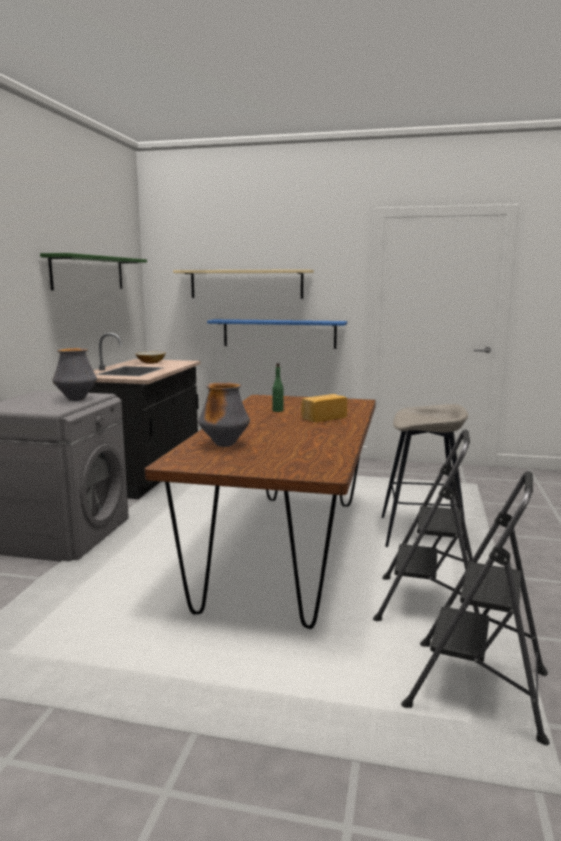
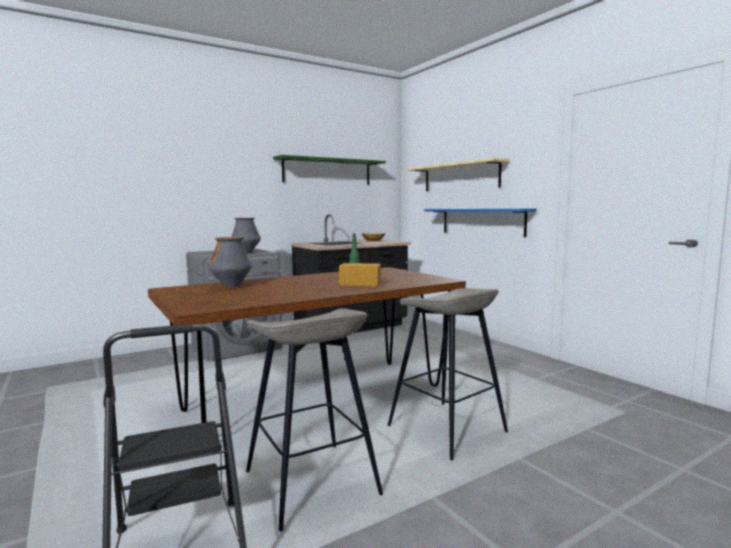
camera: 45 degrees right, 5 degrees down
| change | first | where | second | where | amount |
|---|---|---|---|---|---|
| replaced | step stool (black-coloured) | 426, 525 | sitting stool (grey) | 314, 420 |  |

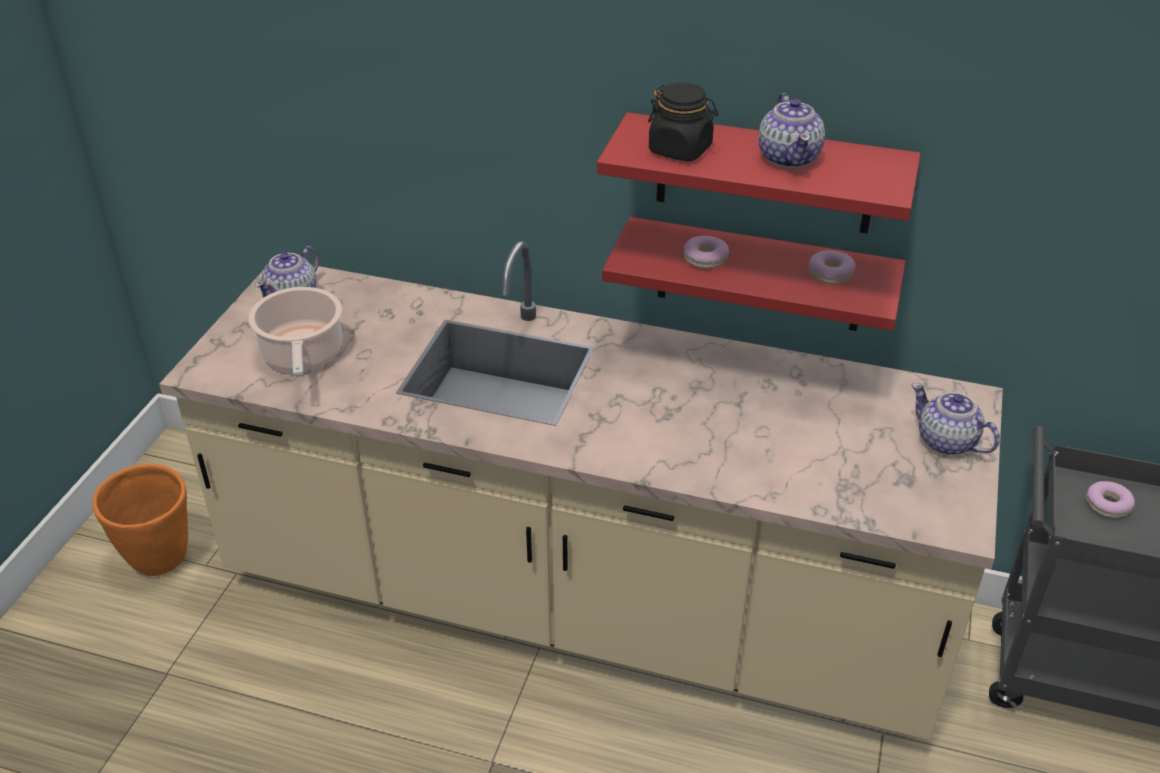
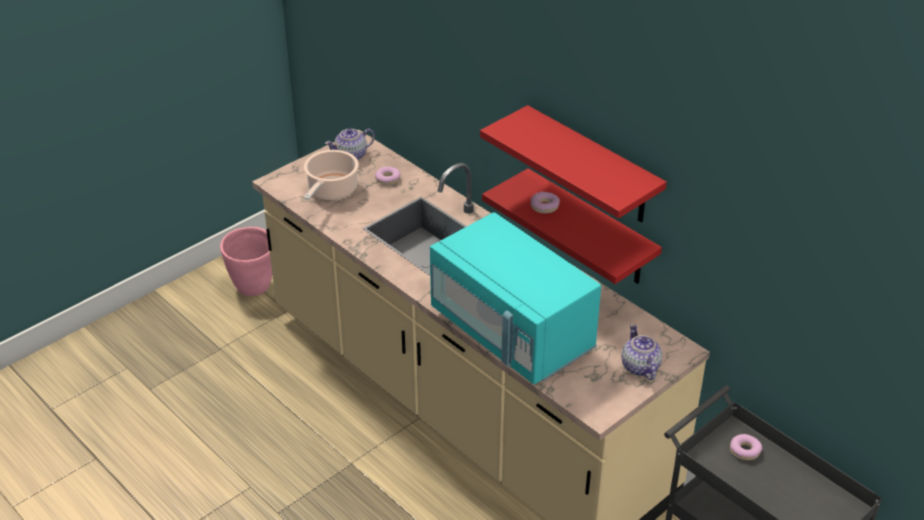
camera: 30 degrees right, 0 degrees up
| change | first | where | second | where | amount |
|---|---|---|---|---|---|
| removed | storage jar (black-coloured) | 683, 122 |  |  |  |
| removed | tea pot | 792, 130 |  |  |  |
| added |  |  | microwave oven (turquoise) | 515, 298 |  |
| moved | doughnut | 832, 267 |  | 388, 176 |  |
| recoloured | flower pot (orange-coloured) | 140, 520 | flower pot (pinkish) | 246, 261 |  |

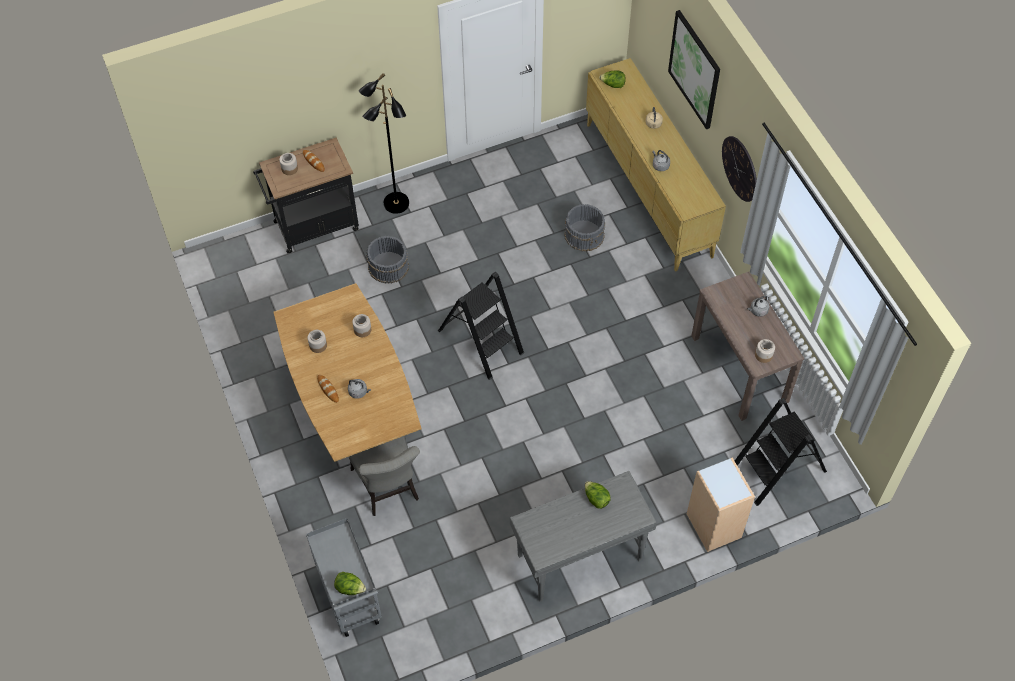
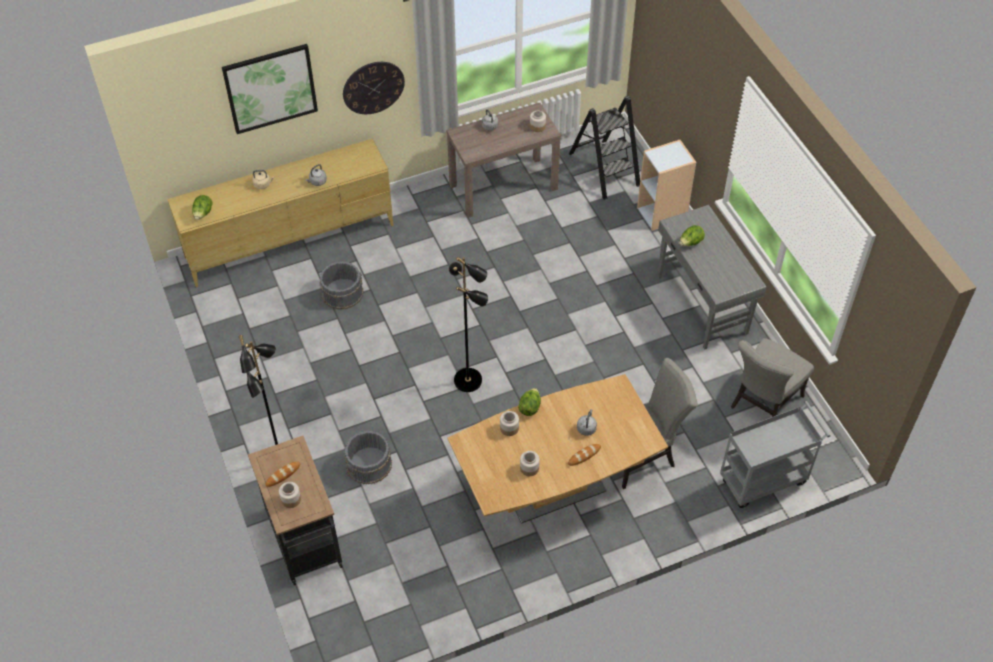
camera: 90 degrees left, 5 degrees down
| change | first | where | second | where | amount |
|---|---|---|---|---|---|
| added |  |  | plain chair (grey) | 772, 377 |  |
| moved | lettuce | 350, 583 |  | 529, 402 |  |
| replaced | step stool (black-coloured) | 481, 326 | floor lamp (black-coloured) | 468, 324 |  |

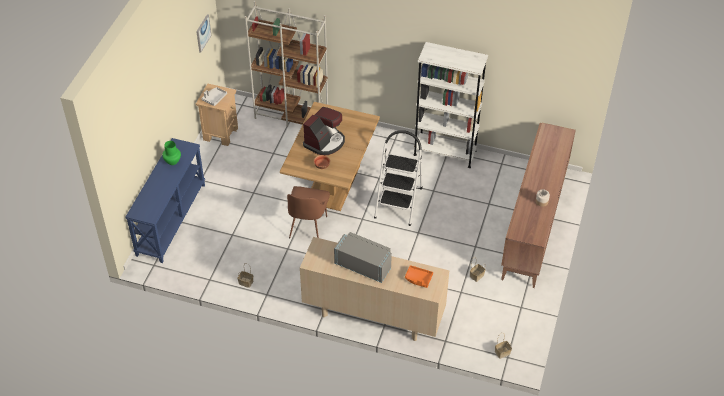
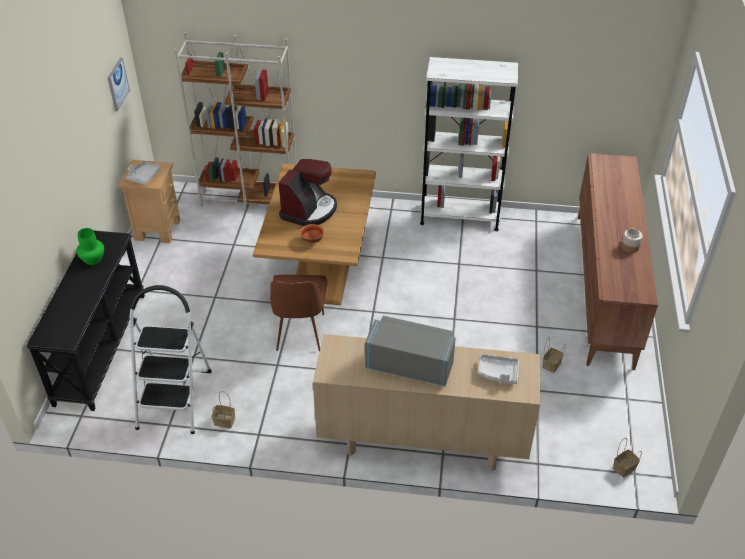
camera: 10 degrees left, 5 degrees down
| change | first | where | second | where | amount |
|---|---|---|---|---|---|
| moved | step stool | 398, 178 |  | 171, 359 |  |
| recoloured | hall table (blue-coloured) | 165, 200 | hall table (black-coloured) | 85, 320 |  |
| recoloured | carrying tray (orange-coloured) | 419, 276 | carrying tray (grey) | 498, 369 |  |

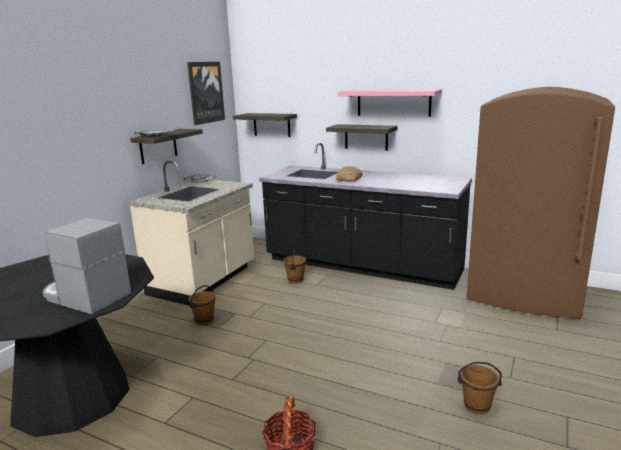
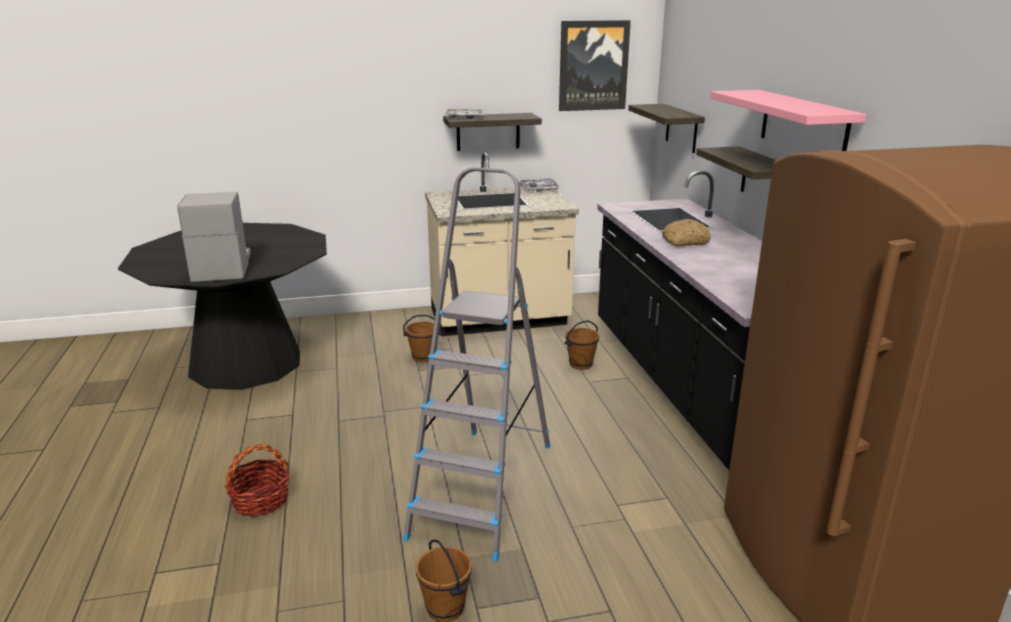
camera: 50 degrees right, 5 degrees up
| change | first | where | second | where | amount |
|---|---|---|---|---|---|
| added |  |  | step stool (grey) | 476, 364 |  |

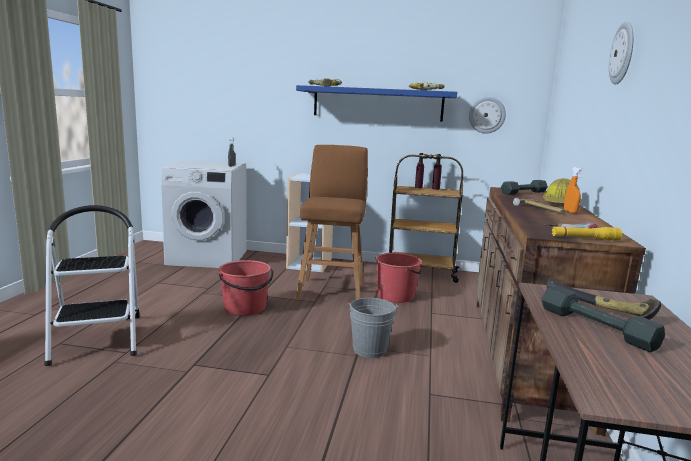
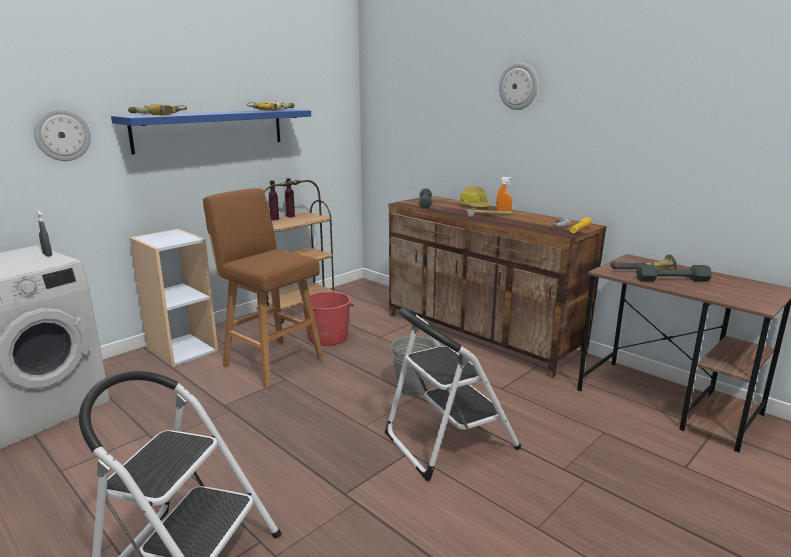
camera: 55 degrees left, 5 degrees up
| change | first | where | second | where | amount |
|---|---|---|---|---|---|
| removed | bucket (reddish) | 245, 288 |  |  |  |
| added |  |  | step stool | 453, 394 |  |
| moved | hanging clock | 487, 115 |  | 62, 134 |  |

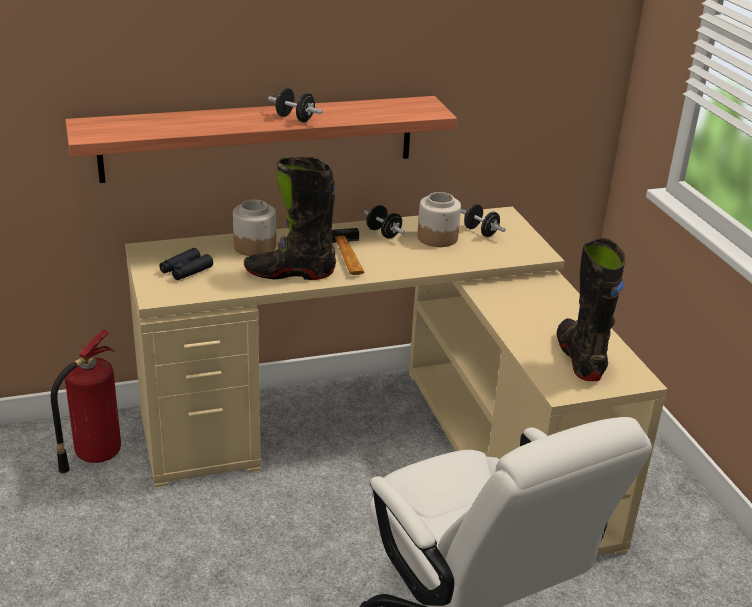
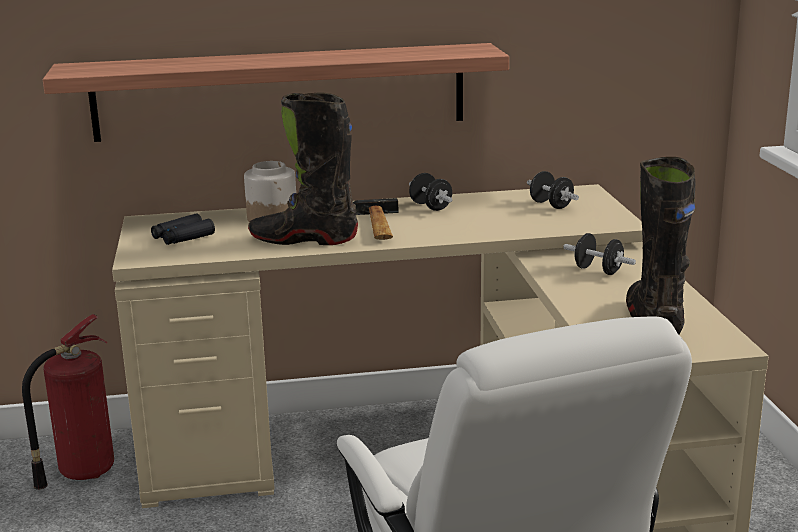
camera: 10 degrees right, 10 degrees down
| change | first | where | second | where | amount |
|---|---|---|---|---|---|
| removed | storage jar | 439, 219 |  |  |  |
| moved | hand weight (black-coloured) | 295, 105 |  | 599, 254 |  |

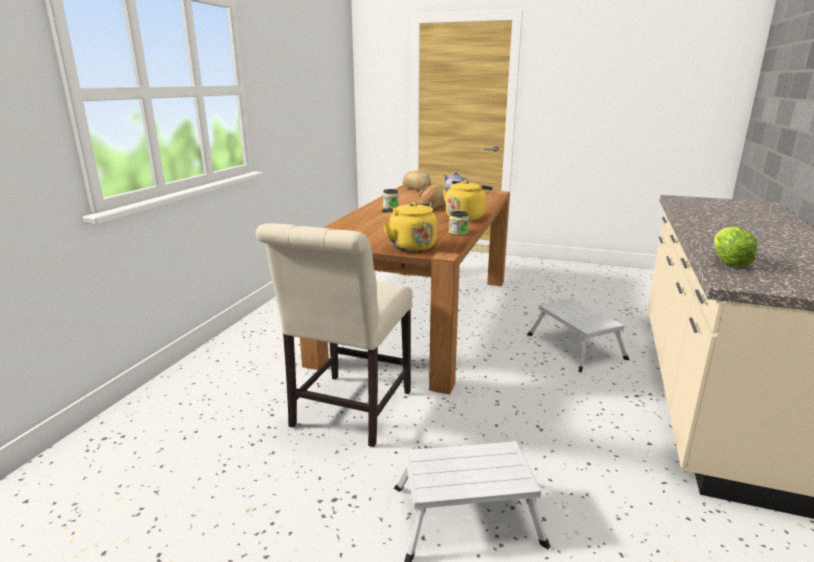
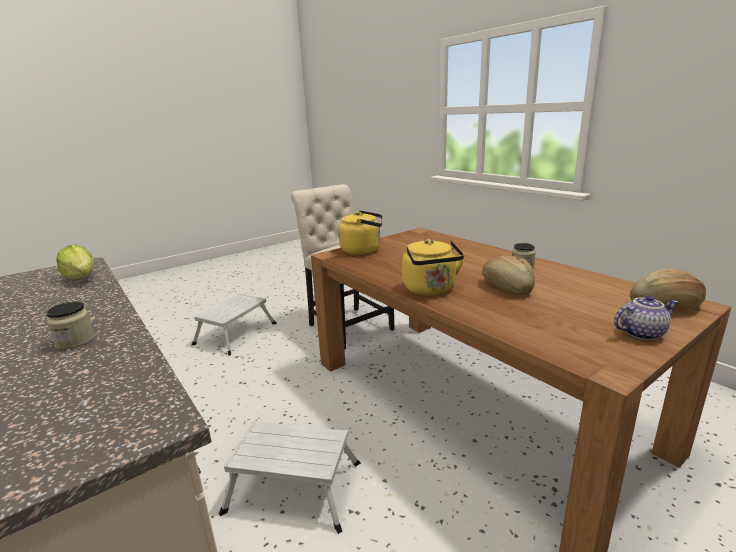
camera: 125 degrees right, 0 degrees up
| change | first | where | second | where | amount |
|---|---|---|---|---|---|
| moved | storage jar | 459, 223 |  | 70, 325 |  |

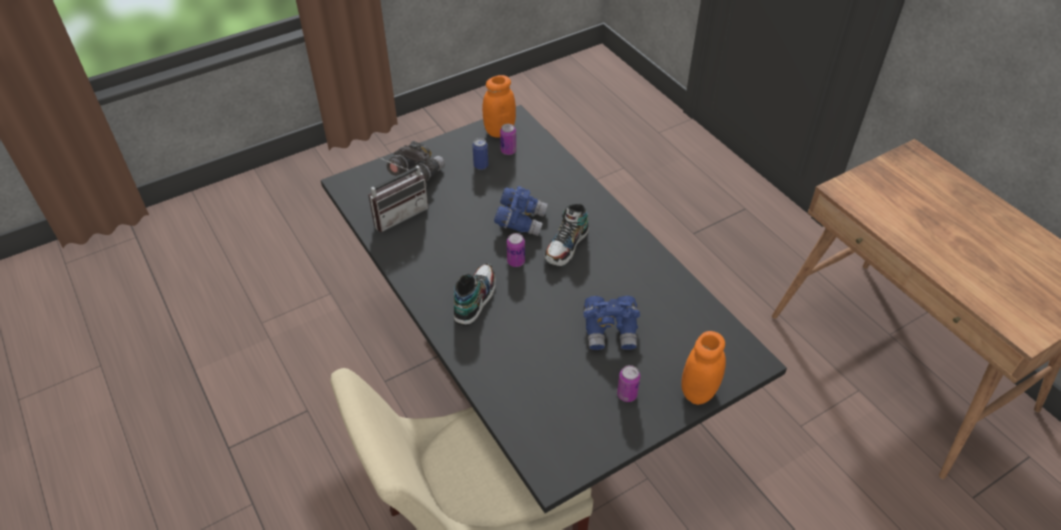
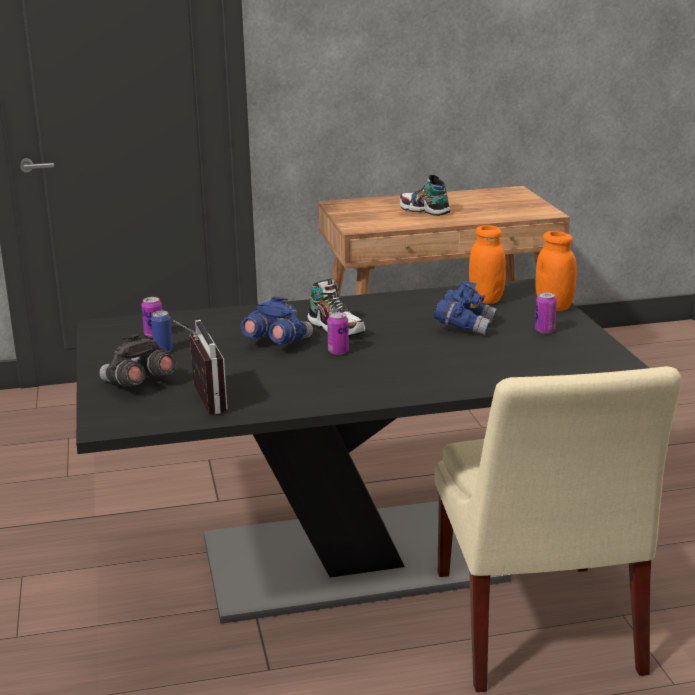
camera: 70 degrees left, 25 degrees down
| change | first | where | second | where | amount |
|---|---|---|---|---|---|
| moved | shoe | 475, 294 |  | 425, 195 |  |
| moved | storage jar (orange-coloured) | 499, 106 |  | 487, 264 |  |

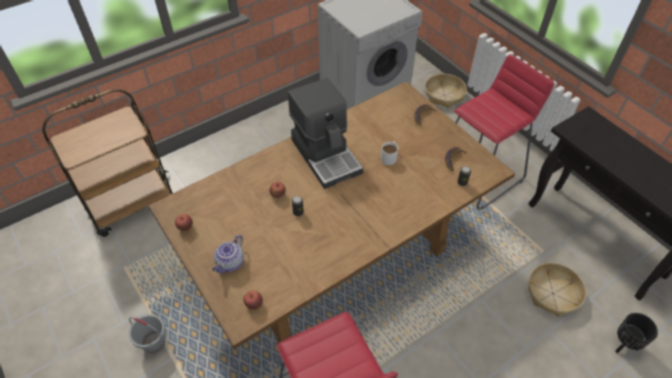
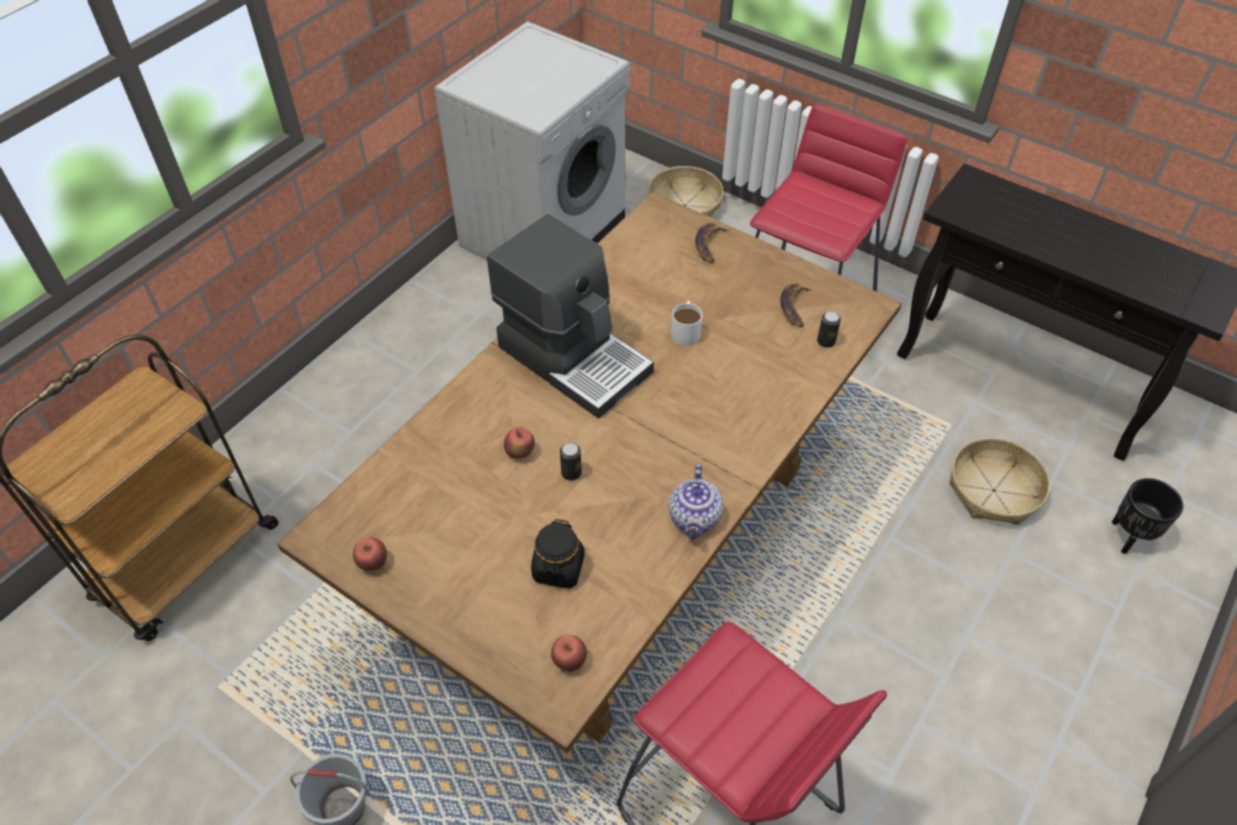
camera: 20 degrees left, 0 degrees up
| change | first | where | second | where | amount |
|---|---|---|---|---|---|
| added |  |  | storage jar (black-coloured) | 558, 554 |  |
| moved | tea pot | 228, 254 |  | 696, 501 |  |

